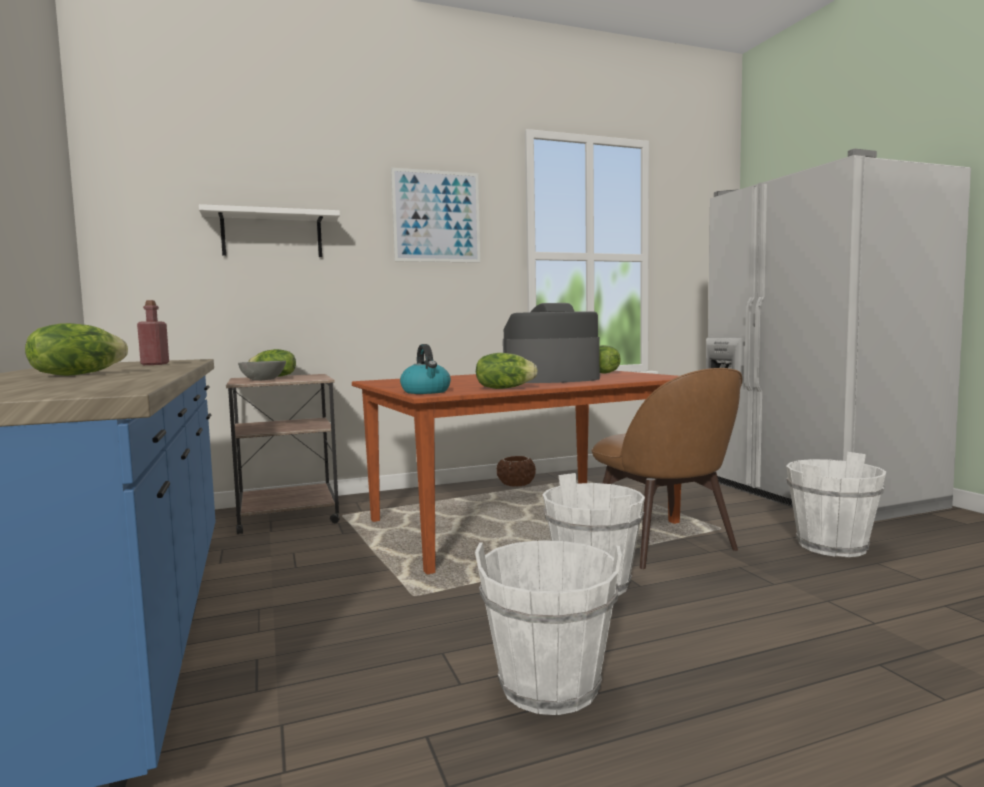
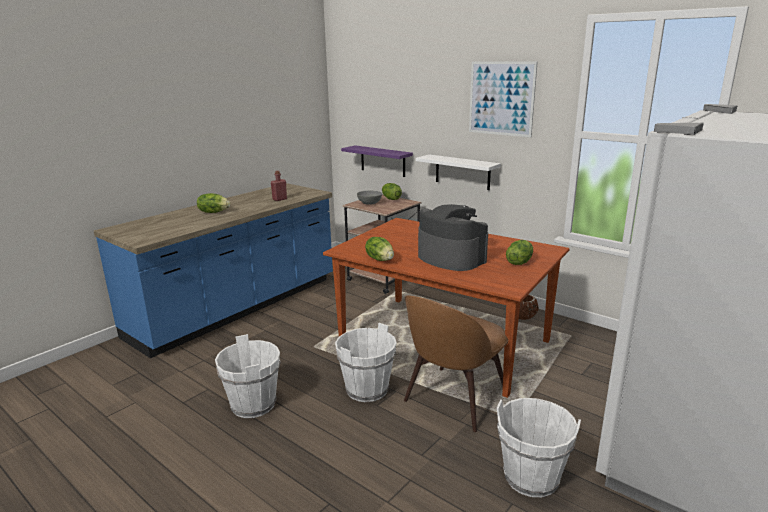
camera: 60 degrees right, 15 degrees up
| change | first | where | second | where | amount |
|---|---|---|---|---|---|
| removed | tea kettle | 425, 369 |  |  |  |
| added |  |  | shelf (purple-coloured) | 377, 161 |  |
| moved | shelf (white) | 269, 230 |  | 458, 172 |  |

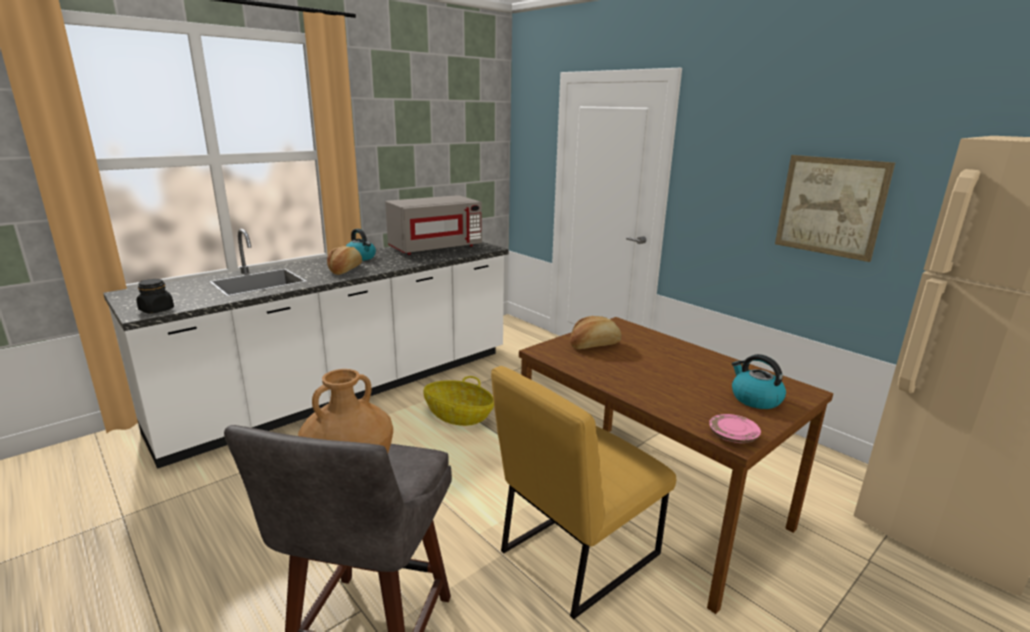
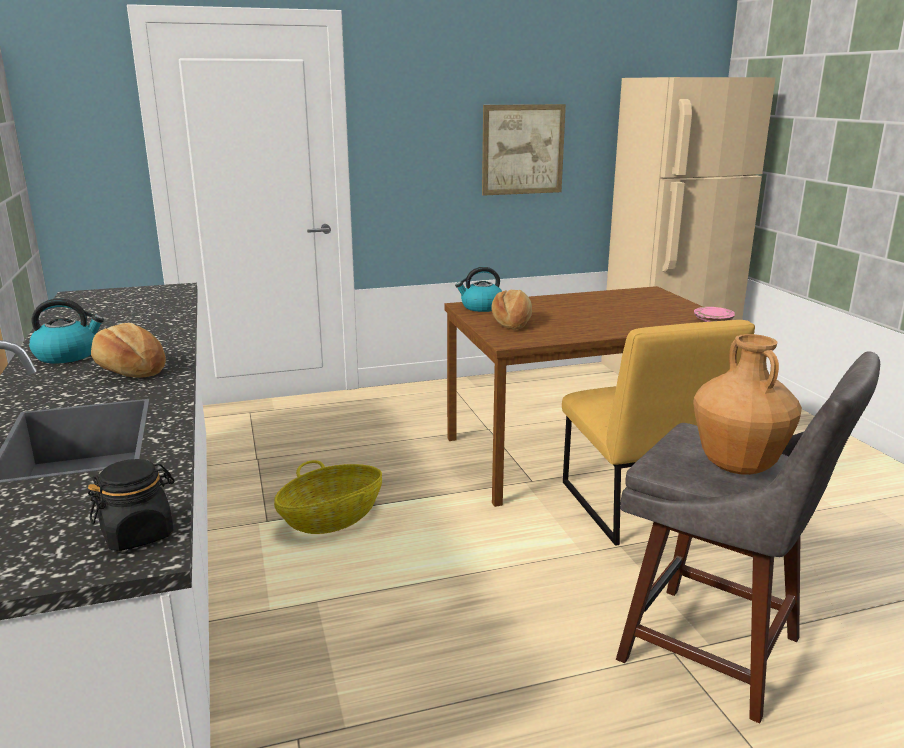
camera: 65 degrees left, 0 degrees up
| change | first | where | second | where | amount |
|---|---|---|---|---|---|
| removed | microwave oven (grey) | 433, 225 |  |  |  |
| moved | tea kettle | 759, 381 |  | 478, 289 |  |

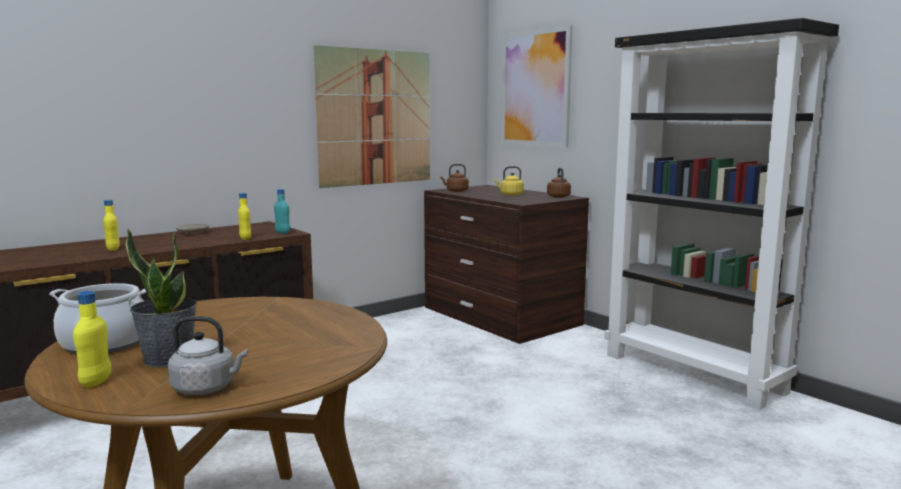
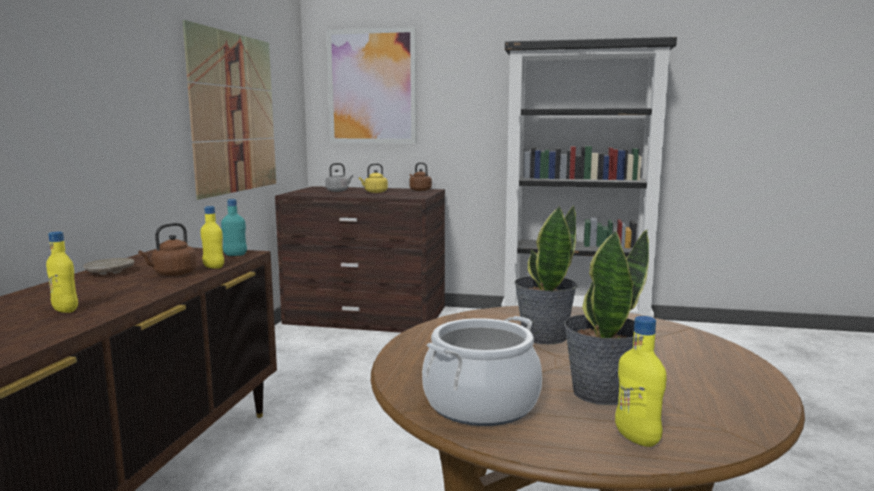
camera: 40 degrees left, 0 degrees up
| change | first | where | second | where | amount |
|---|---|---|---|---|---|
| added |  |  | houseplant | 546, 275 |  |
| moved | tea kettle (grey) | 208, 355 |  | 339, 177 |  |
| moved | tea kettle (brownish) | 454, 178 |  | 167, 249 |  |

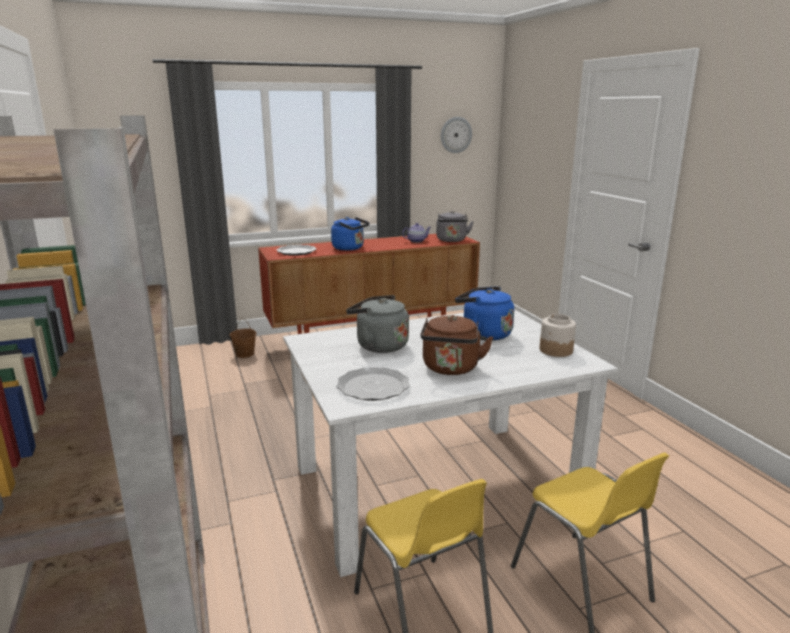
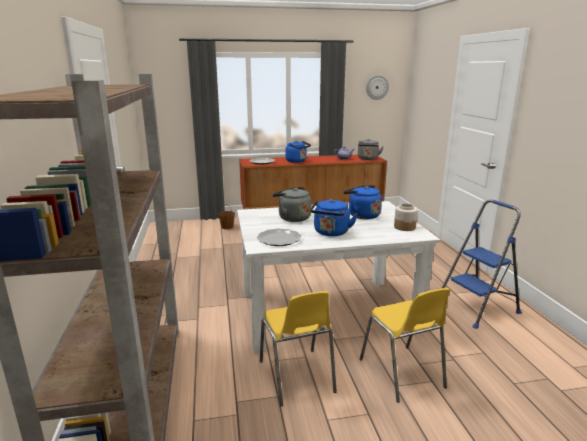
camera: 10 degrees right, 0 degrees up
| change | first | where | second | where | amount |
|---|---|---|---|---|---|
| added |  |  | step stool (blue-coloured) | 482, 264 |  |
| recoloured | tea kettle (brownish) | 456, 345 | tea kettle (blue-coloured) | 333, 217 |  |

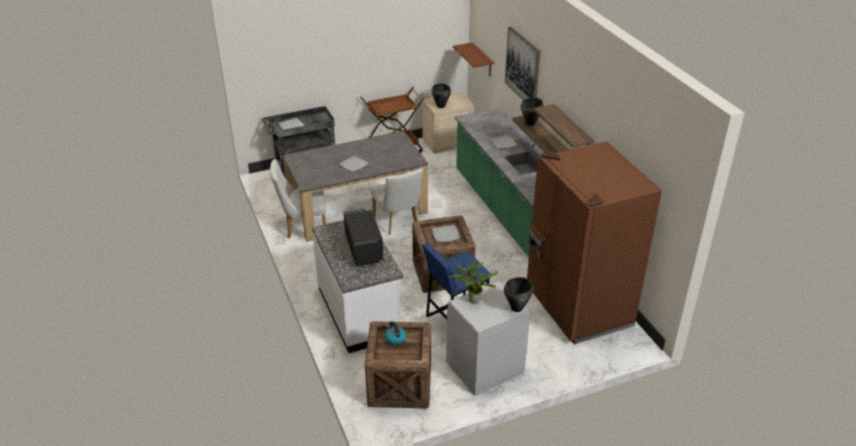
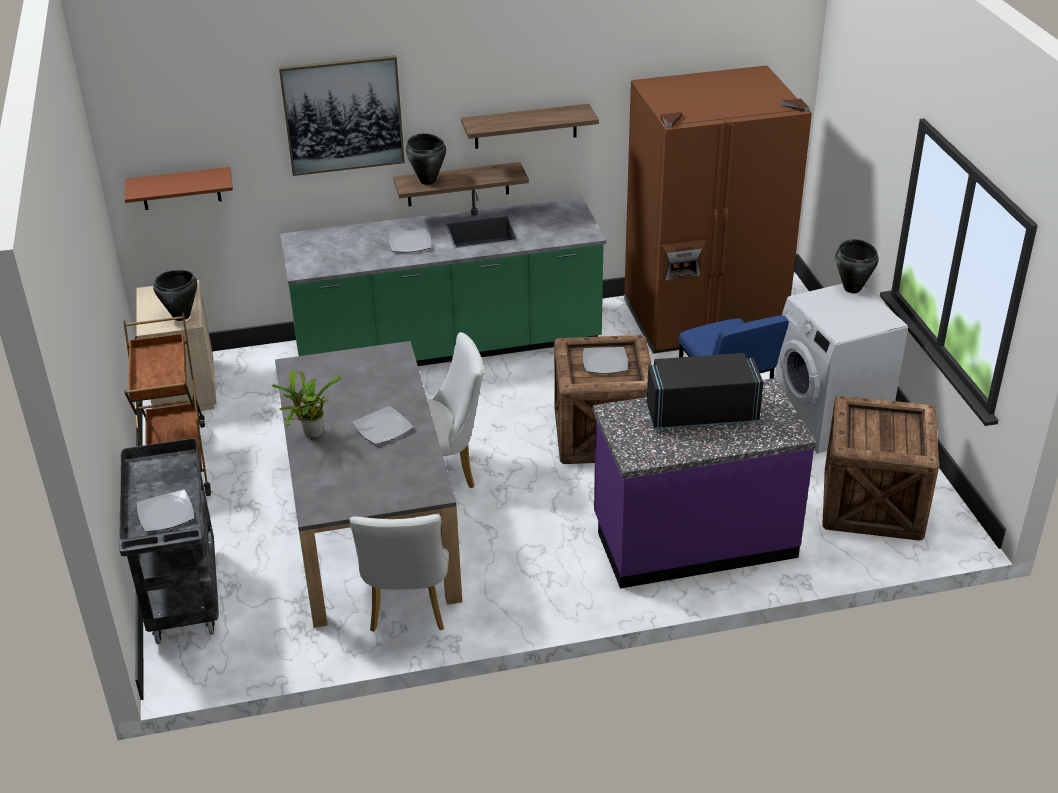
camera: 80 degrees left, 0 degrees up
| change | first | where | second | where | amount |
|---|---|---|---|---|---|
| removed | tea kettle | 396, 333 |  |  |  |
| moved | houseplant | 473, 282 |  | 307, 404 |  |
| recoloured | counter (white) | 357, 286 | counter (purple-coloured) | 704, 483 |  |

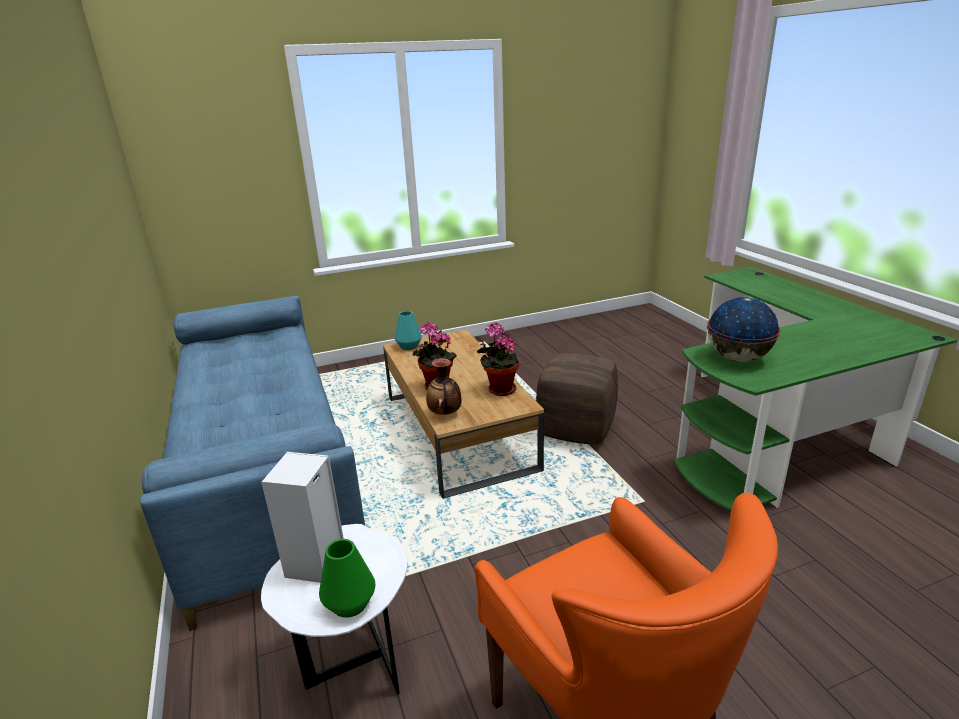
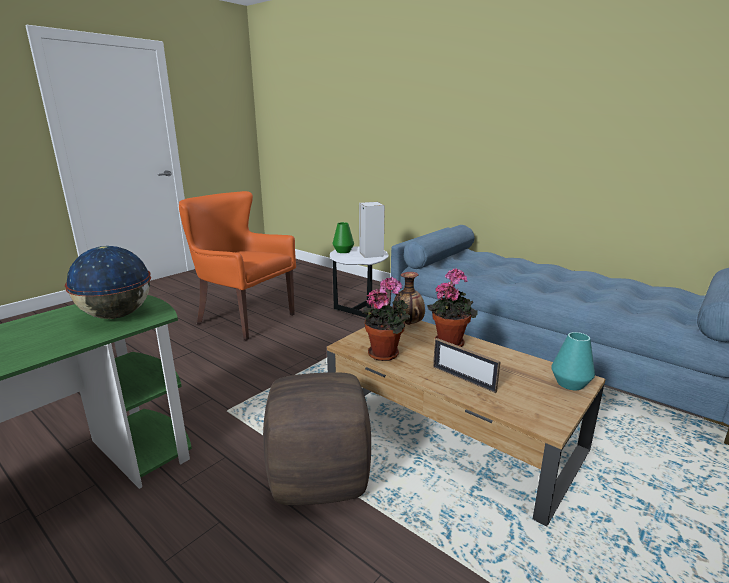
camera: 150 degrees right, 5 degrees down
| change | first | where | second | where | amount |
|---|---|---|---|---|---|
| added |  |  | photo frame | 467, 365 |  |

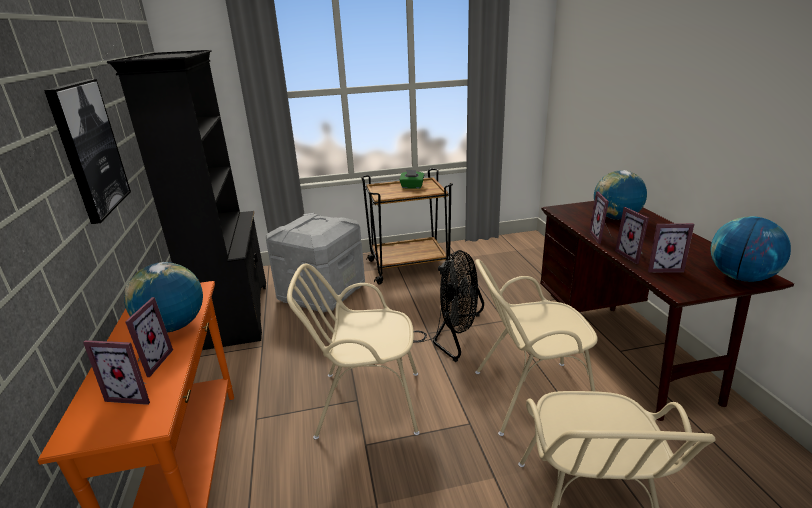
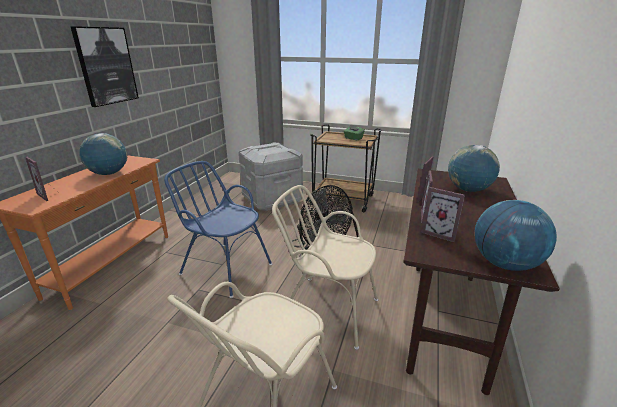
camera: 30 degrees right, 0 degrees up
| change | first | where | second | where | amount |
|---|---|---|---|---|---|
| removed | shelving unit (black-coloured) | 186, 200 |  |  |  |
| removed | photo frame | 149, 337 |  |  |  |
| recoloured | plain chair (beige-coloured) | 353, 351 | plain chair (blue-coloured) | 218, 229 |  |

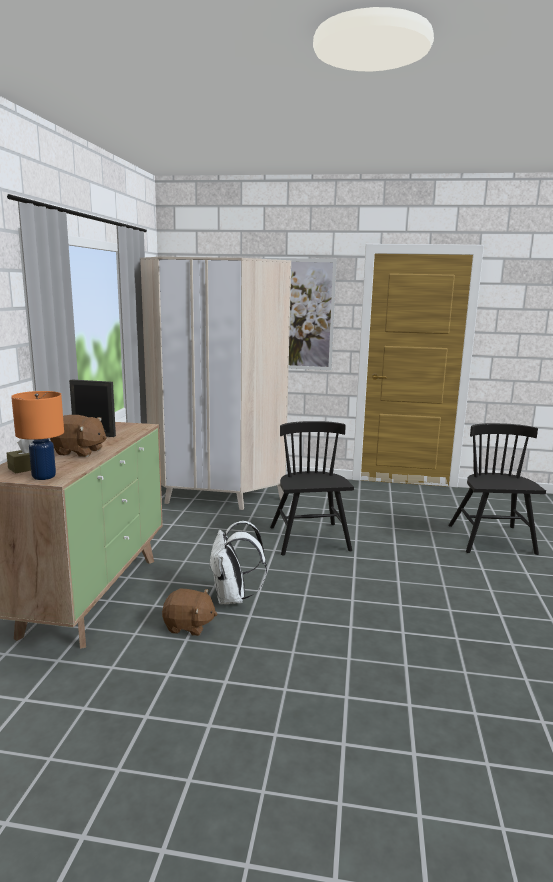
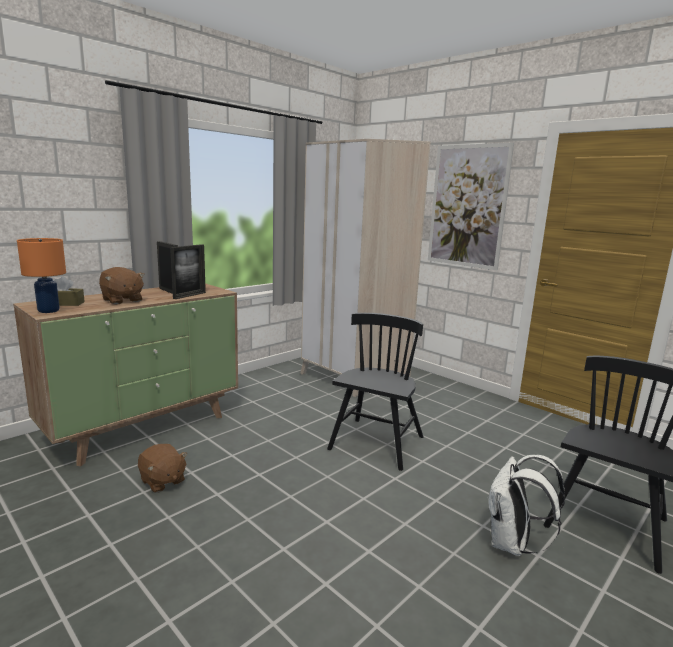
camera: 35 degrees right, 0 degrees up
| change | first | where | second | where | amount |
|---|---|---|---|---|---|
| added |  |  | photo frame | 188, 271 |  |
| moved | rucksack (white) | 238, 562 |  | 526, 505 |  |

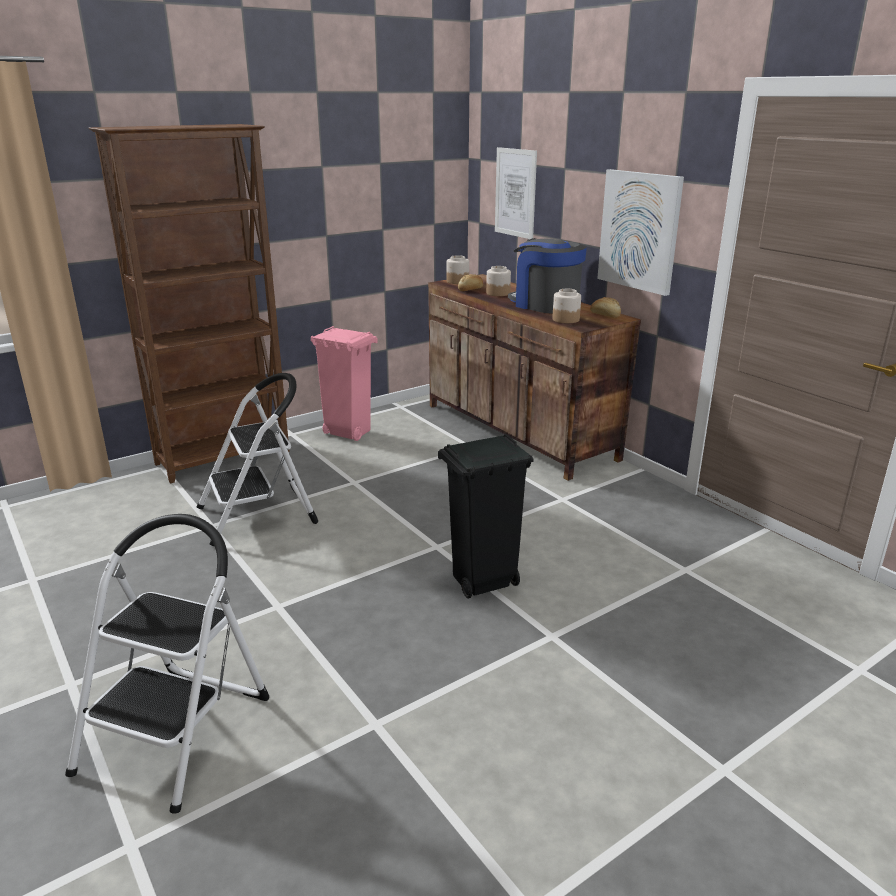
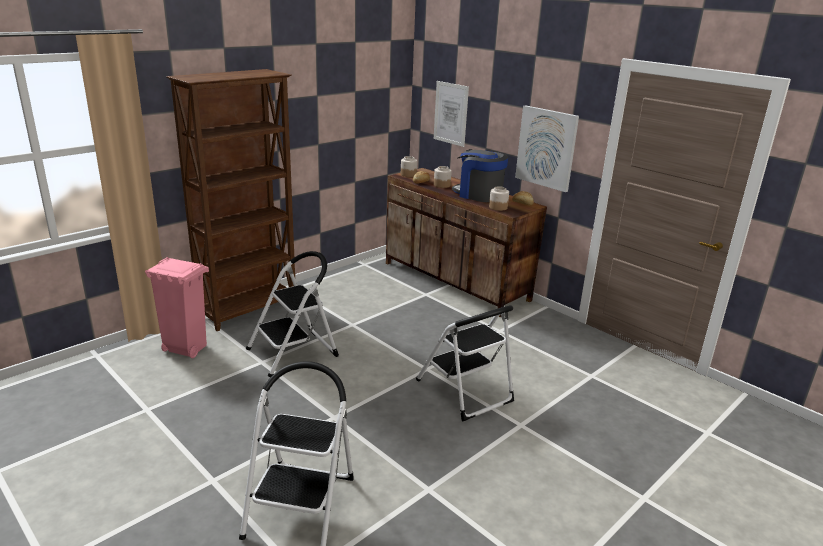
camera: 10 degrees left, 0 degrees up
| change | first | where | second | where | amount |
|---|---|---|---|---|---|
| moved | trash can (pinkish) | 344, 383 |  | 177, 307 |  |
| replaced | trash can (black-coloured) | 486, 516 | step stool | 465, 363 |  |

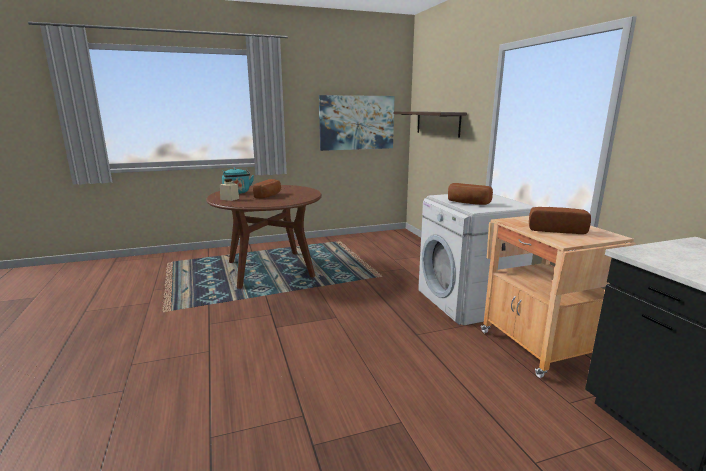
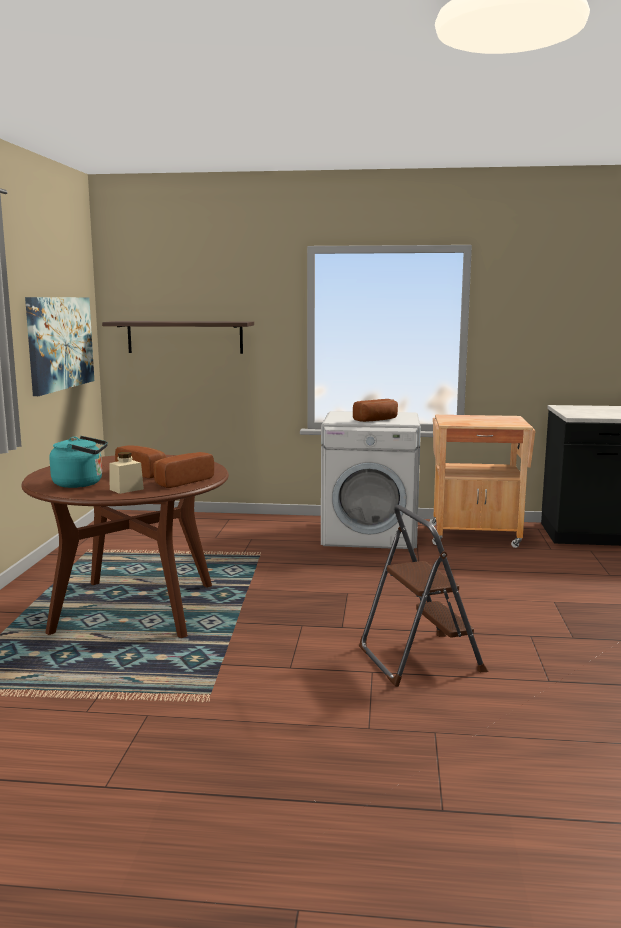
camera: 65 degrees left, 5 degrees down
| change | first | where | second | where | amount |
|---|---|---|---|---|---|
| added |  |  | step stool (brownish) | 423, 596 |  |
| moved | bakery bread | 560, 220 |  | 183, 470 |  |

